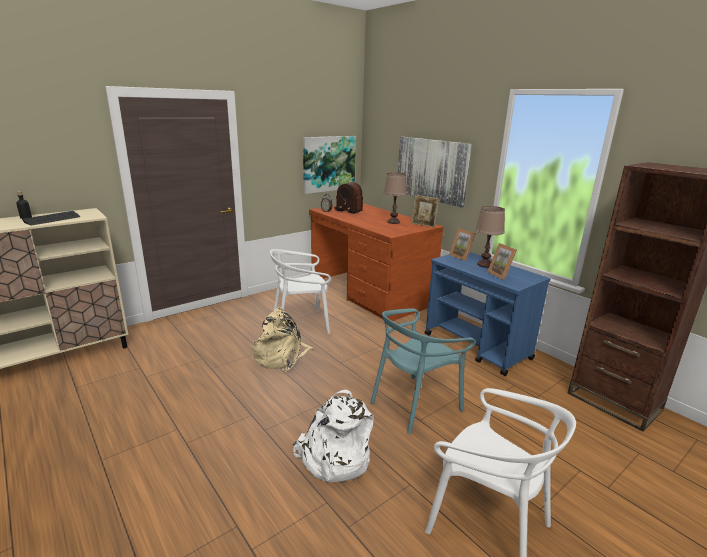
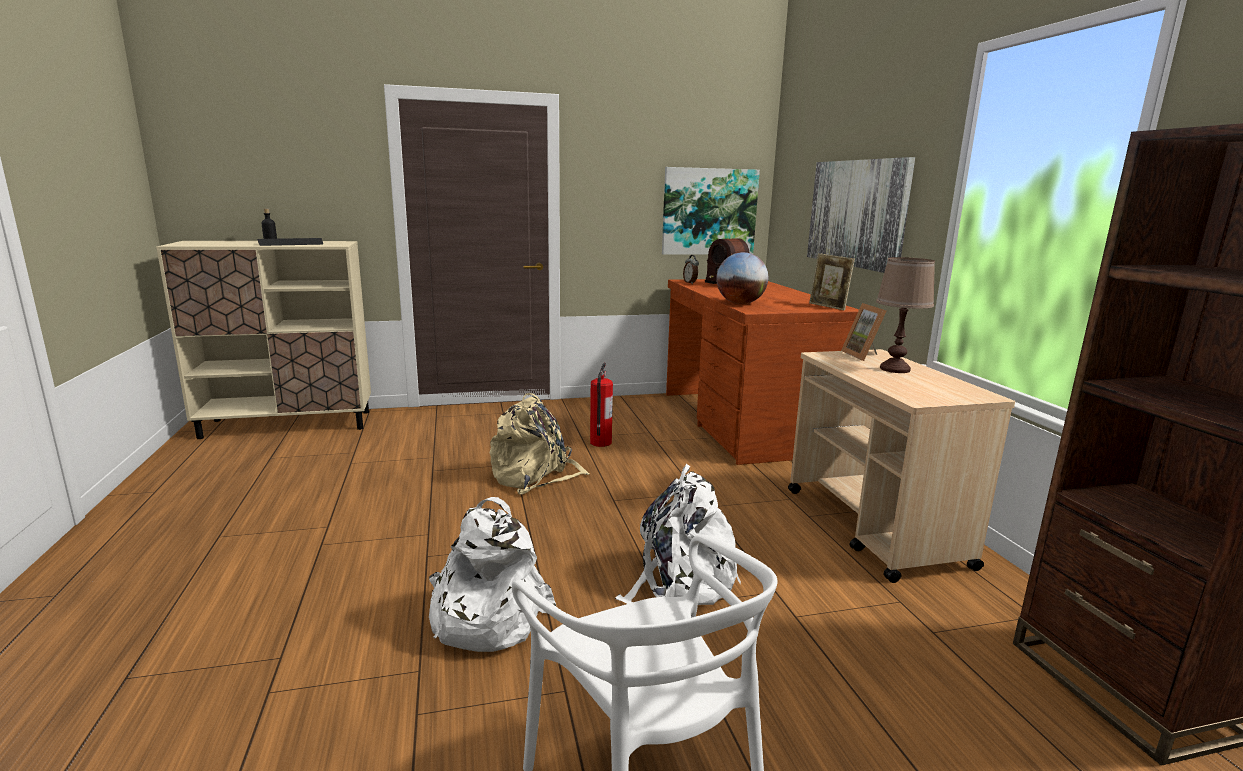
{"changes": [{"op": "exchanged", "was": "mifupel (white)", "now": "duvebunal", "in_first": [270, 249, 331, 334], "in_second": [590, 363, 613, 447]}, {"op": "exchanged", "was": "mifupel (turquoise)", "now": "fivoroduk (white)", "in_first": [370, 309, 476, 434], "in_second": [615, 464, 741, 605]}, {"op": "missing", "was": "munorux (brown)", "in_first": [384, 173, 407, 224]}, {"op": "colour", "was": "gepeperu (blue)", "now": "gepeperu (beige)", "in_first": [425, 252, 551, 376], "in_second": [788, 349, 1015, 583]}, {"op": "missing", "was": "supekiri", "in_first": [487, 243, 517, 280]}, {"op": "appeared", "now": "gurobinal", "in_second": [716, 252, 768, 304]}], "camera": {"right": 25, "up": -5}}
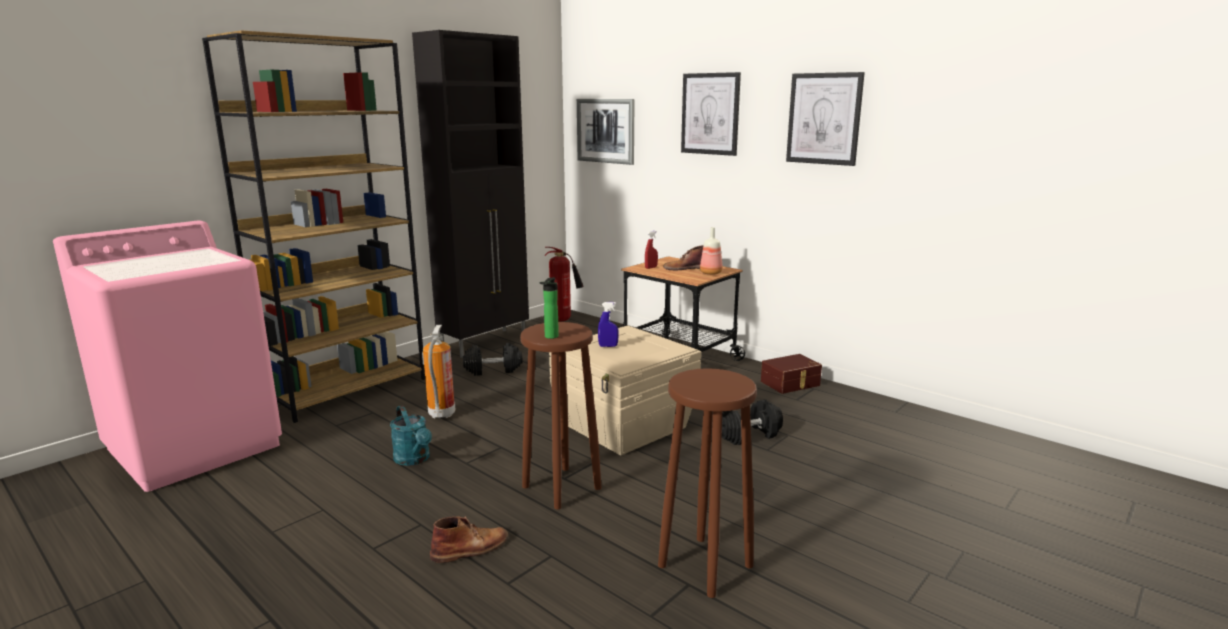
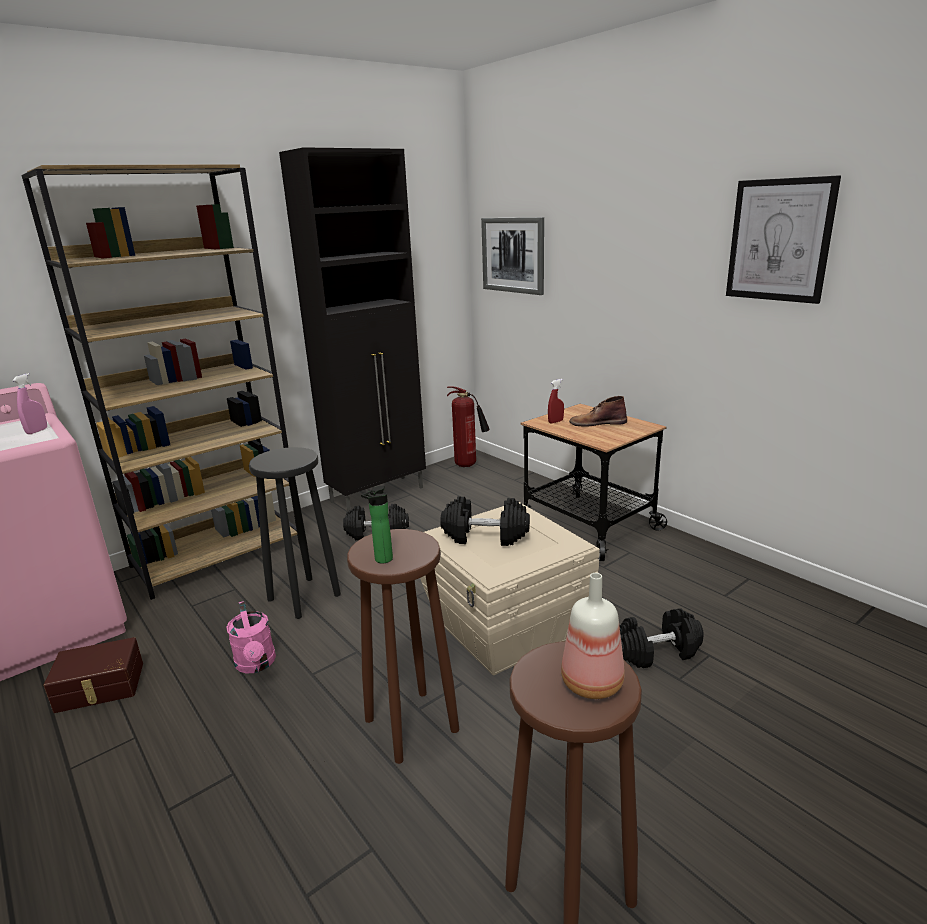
{"changes": [{"op": "colour", "was": "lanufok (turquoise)", "now": "lanufok (pink)", "in_first": [390, 405, 432, 466], "in_second": [226, 601, 276, 673]}, {"op": "exchanged", "was": "duvebunal", "now": "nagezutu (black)", "in_first": [422, 325, 455, 418], "in_second": [249, 447, 341, 619]}, {"op": "missing", "was": "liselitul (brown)", "in_first": [430, 516, 509, 563]}, {"op": "exchanged", "was": "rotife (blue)", "now": "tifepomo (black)", "in_first": [598, 302, 619, 347], "in_second": [440, 496, 530, 546]}, {"op": "missing", "was": "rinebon", "in_first": [681, 72, 741, 156]}, {"op": "relocated", "was": "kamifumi", "in_first": [700, 227, 723, 275], "in_second": [561, 573, 625, 699]}, {"op": "relocated", "was": "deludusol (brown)", "in_first": [761, 354, 822, 394], "in_second": [43, 637, 143, 713]}, {"op": "appeared", "now": "rotife (pink)", "in_second": [12, 373, 47, 434]}], "camera": {"right": 10, "up": 5}}
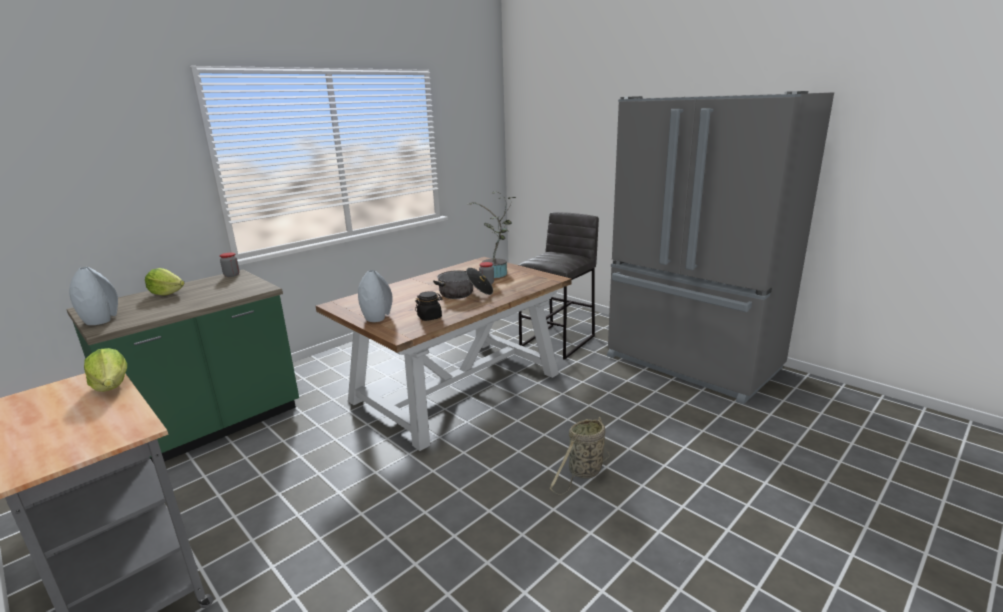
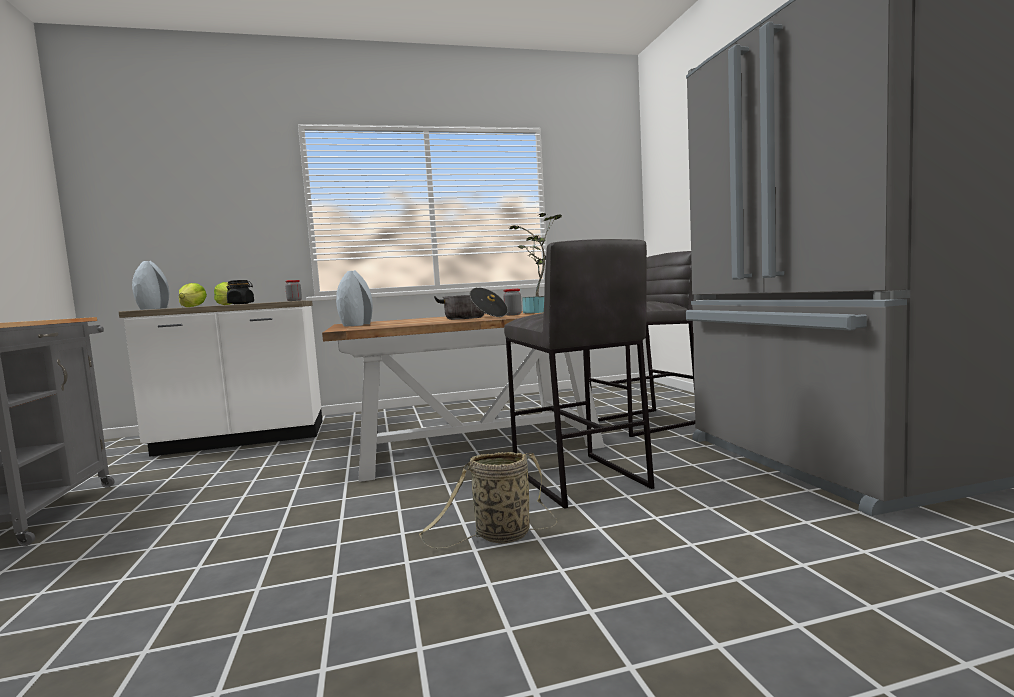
{"changes": [{"op": "colour", "was": "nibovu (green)", "now": "nibovu (white)", "in_first": [66, 270, 299, 464], "in_second": [119, 301, 322, 457]}, {"op": "relocated", "was": "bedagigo", "in_first": [84, 348, 127, 392], "in_second": [179, 283, 207, 307]}, {"op": "relocated", "was": "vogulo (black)", "in_first": [415, 291, 442, 321], "in_second": [227, 280, 254, 304]}, {"op": "appeared", "now": "nagezutu (grey)", "in_second": [504, 239, 654, 509]}], "camera": {"right": 30, "up": -15}}
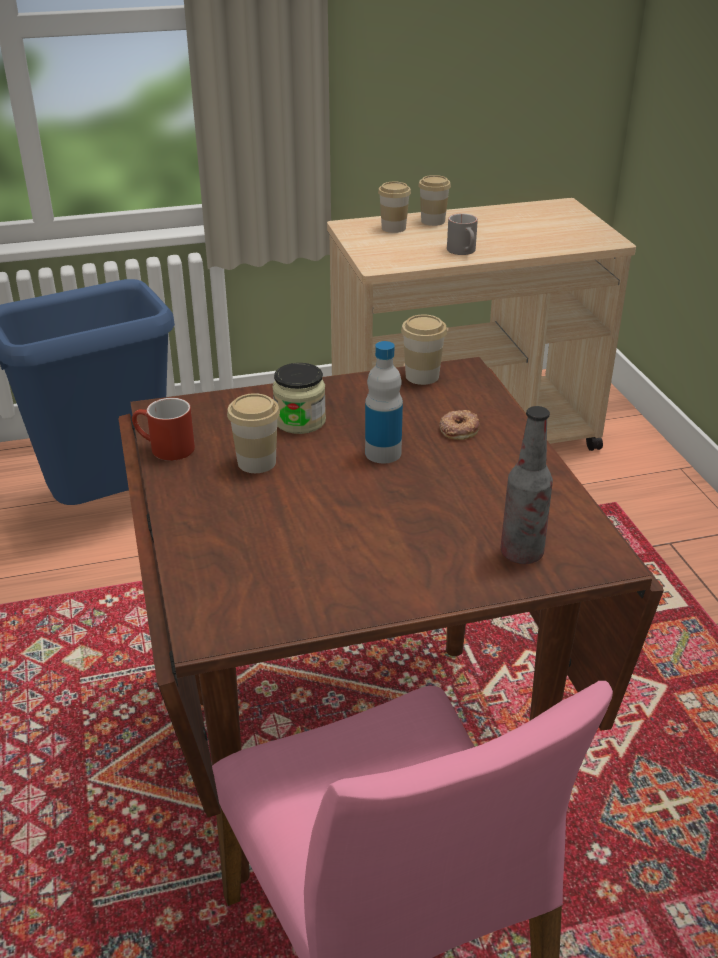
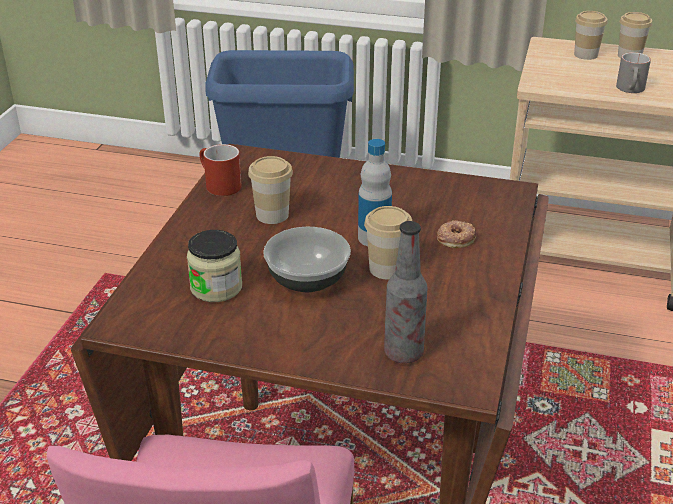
{"changes": [{"op": "relocated", "was": "vogulo", "in_first": [272, 363, 326, 434], "in_second": [187, 230, 242, 302]}, {"op": "relocated", "was": "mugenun", "in_first": [401, 314, 447, 385], "in_second": [364, 206, 412, 279]}, {"op": "appeared", "now": "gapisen", "in_second": [263, 227, 351, 292]}], "camera": {"right": 30, "up": 0}}
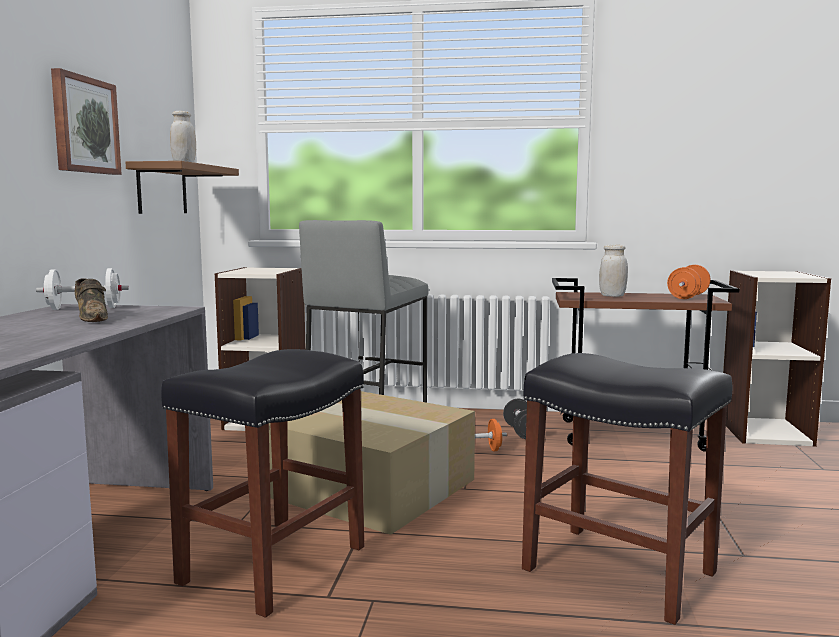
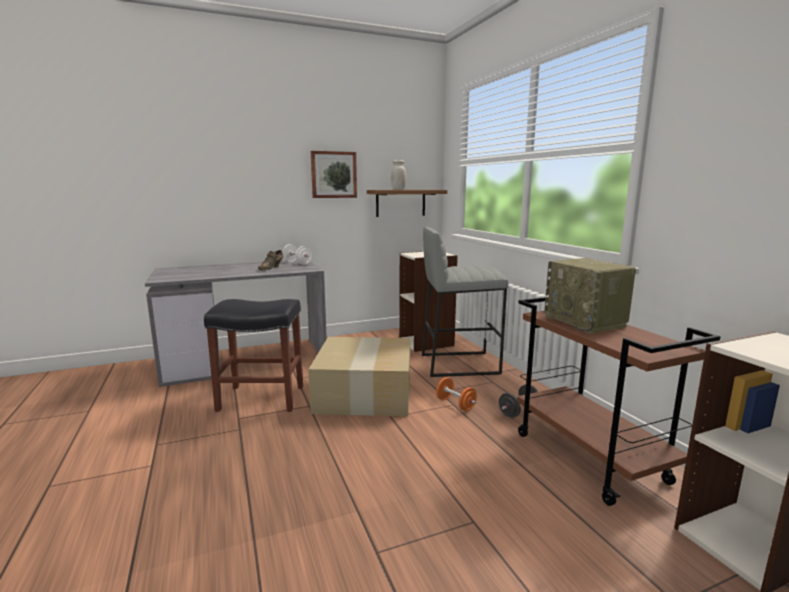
{"changes": [{"op": "missing", "was": "nagezutu (black)", "in_first": [522, 353, 732, 625]}, {"op": "exchanged", "was": "vogulo (white)", "now": "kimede", "in_first": [599, 245, 628, 297], "in_second": [544, 258, 636, 334]}, {"op": "missing", "was": "tifepomo (orange)", "in_first": [667, 265, 711, 299]}], "camera": {"right": 60, "up": 5}}
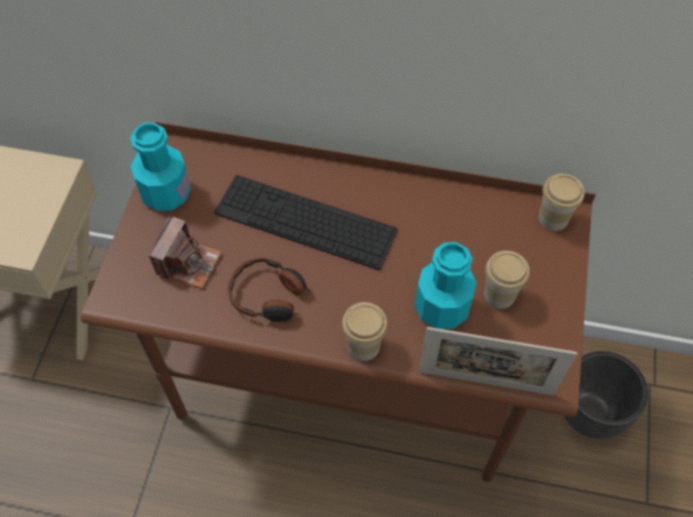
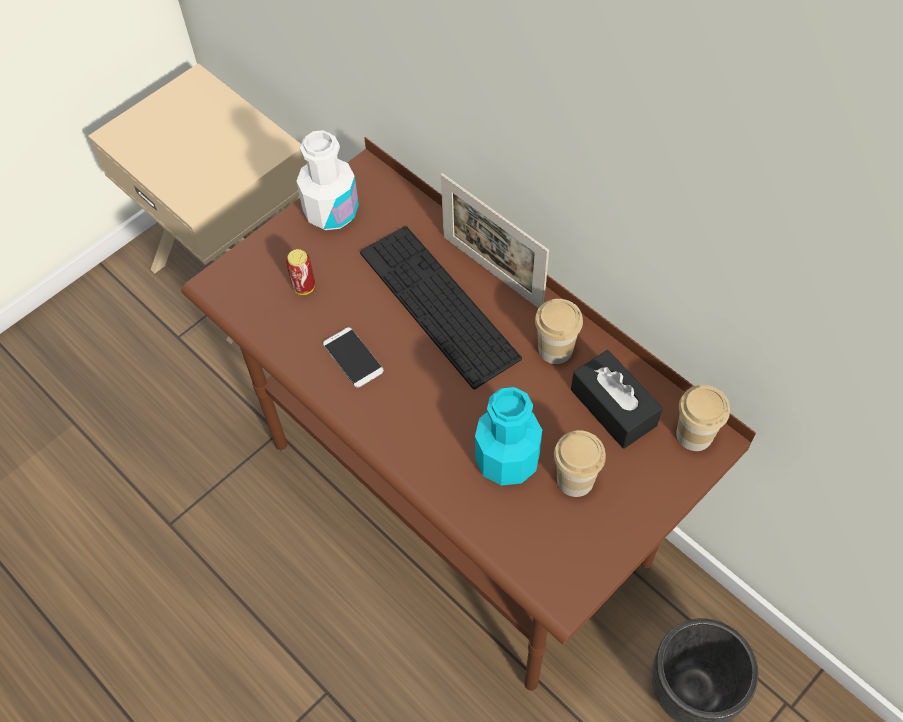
{"changes": [{"op": "colour", "was": "kamifumi (turquoise)", "now": "kamifumi (white)", "in_first": [130, 123, 191, 211], "in_second": [296, 130, 359, 230]}, {"op": "exchanged", "was": "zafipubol", "now": "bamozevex", "in_first": [149, 216, 222, 289], "in_second": [286, 249, 315, 295]}, {"op": "exchanged", "was": "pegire", "now": "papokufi", "in_first": [228, 258, 311, 322], "in_second": [323, 327, 384, 388]}, {"op": "relocated", "was": "mugenun", "in_first": [342, 302, 387, 361], "in_second": [535, 299, 583, 364]}, {"op": "relocated", "was": "supekiri", "in_first": [419, 327, 577, 396], "in_second": [441, 173, 549, 308]}, {"op": "appeared", "now": "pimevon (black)", "in_second": [571, 350, 662, 449]}], "camera": {"right": 35, "up": 0}}
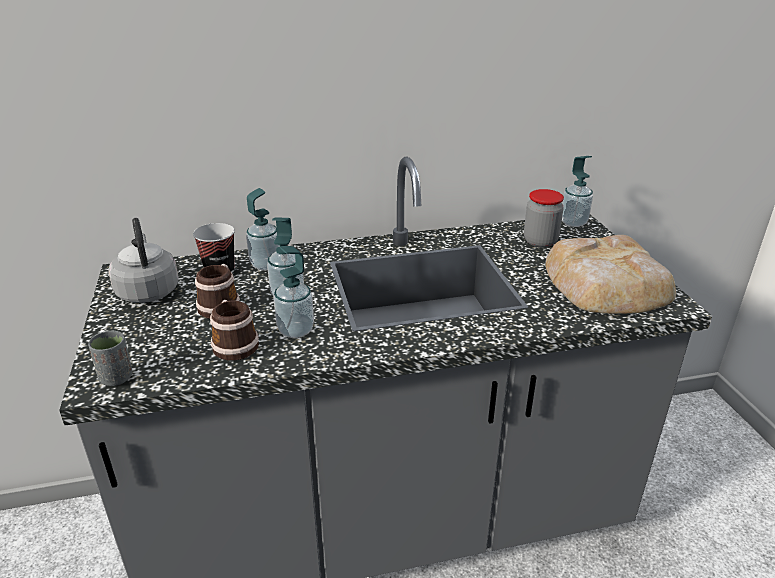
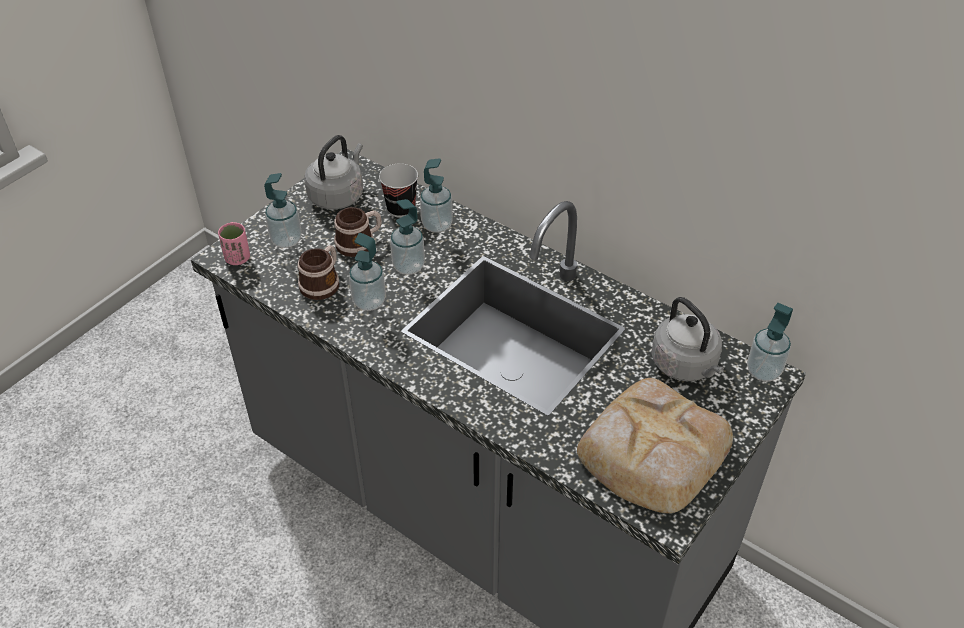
{"changes": [{"op": "colour", "was": "mugenun (grey)", "now": "mugenun (pink)", "in_first": [88, 331, 132, 386], "in_second": [218, 222, 250, 265]}, {"op": "exchanged", "was": "vogulo", "now": "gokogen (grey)", "in_first": [524, 189, 564, 248], "in_second": [651, 297, 724, 381]}, {"op": "appeared", "now": "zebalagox", "in_second": [264, 173, 302, 248]}], "camera": {"right": 50, "up": 15}}
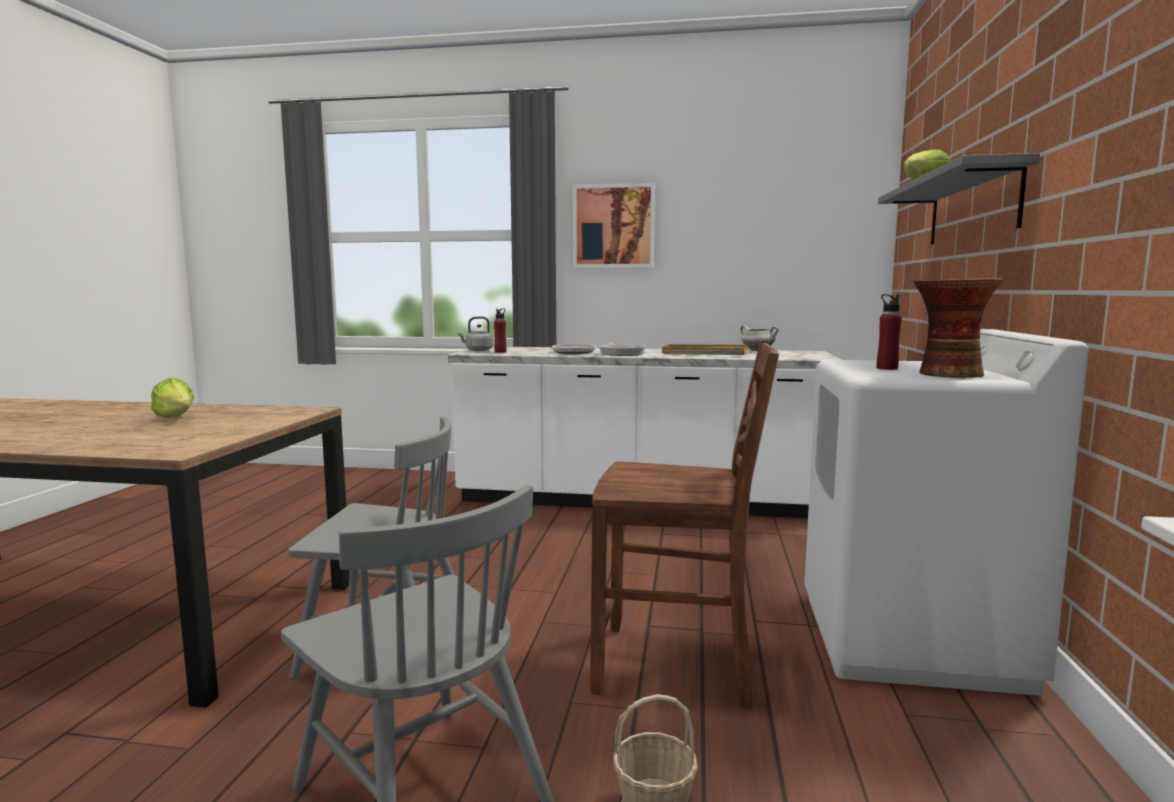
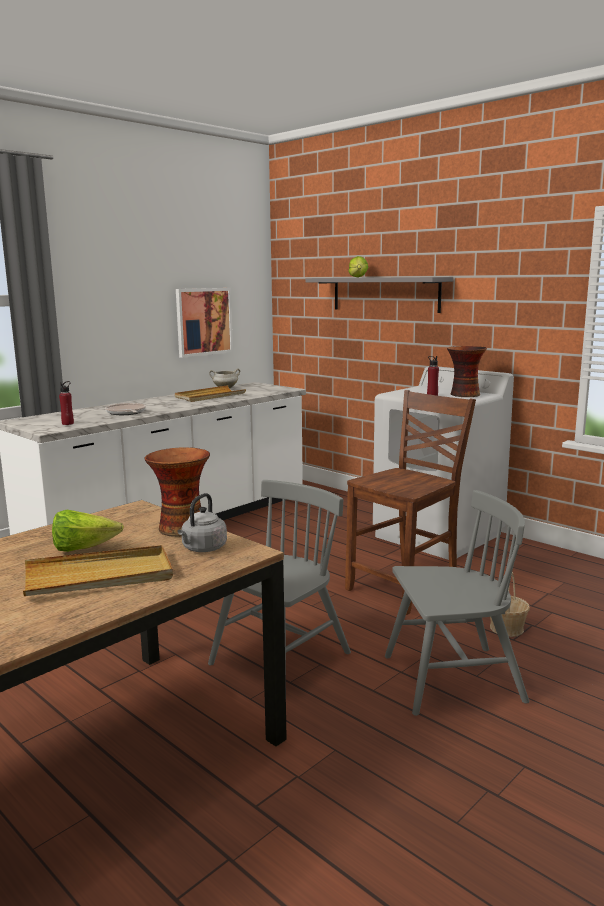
{"changes": [{"op": "relocated", "was": "gokogen (grey)", "in_first": [458, 316, 493, 351], "in_second": [177, 493, 227, 552]}, {"op": "relocated", "was": "rinebon", "in_first": [573, 183, 655, 268], "in_second": [176, 288, 233, 358]}, {"op": "missing", "was": "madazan", "in_first": [599, 343, 646, 356]}, {"op": "appeared", "now": "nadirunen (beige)", "in_second": [23, 545, 173, 596]}, {"op": "appeared", "now": "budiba", "in_second": [144, 447, 210, 537]}], "camera": {"right": -55, "up": 5}}
